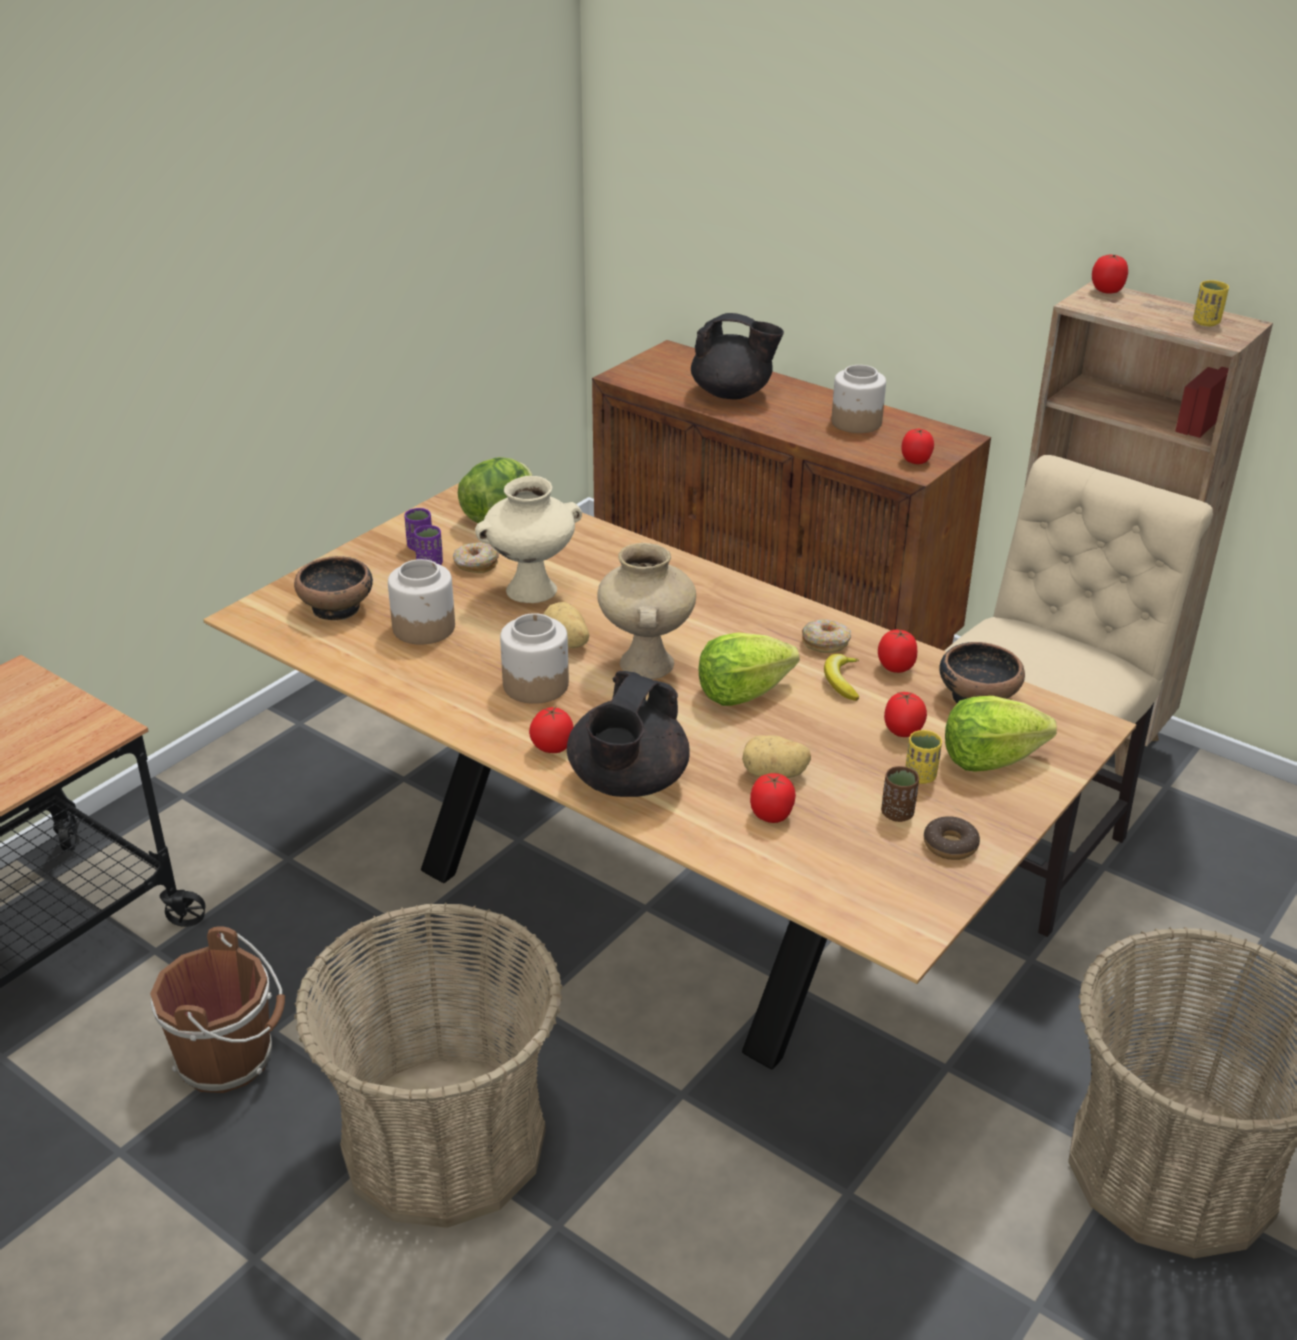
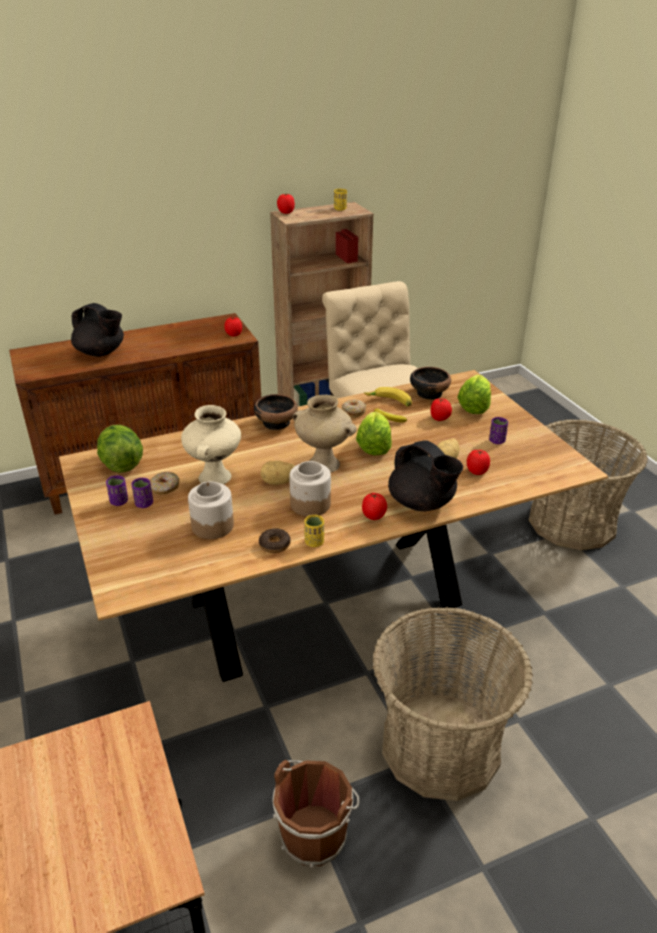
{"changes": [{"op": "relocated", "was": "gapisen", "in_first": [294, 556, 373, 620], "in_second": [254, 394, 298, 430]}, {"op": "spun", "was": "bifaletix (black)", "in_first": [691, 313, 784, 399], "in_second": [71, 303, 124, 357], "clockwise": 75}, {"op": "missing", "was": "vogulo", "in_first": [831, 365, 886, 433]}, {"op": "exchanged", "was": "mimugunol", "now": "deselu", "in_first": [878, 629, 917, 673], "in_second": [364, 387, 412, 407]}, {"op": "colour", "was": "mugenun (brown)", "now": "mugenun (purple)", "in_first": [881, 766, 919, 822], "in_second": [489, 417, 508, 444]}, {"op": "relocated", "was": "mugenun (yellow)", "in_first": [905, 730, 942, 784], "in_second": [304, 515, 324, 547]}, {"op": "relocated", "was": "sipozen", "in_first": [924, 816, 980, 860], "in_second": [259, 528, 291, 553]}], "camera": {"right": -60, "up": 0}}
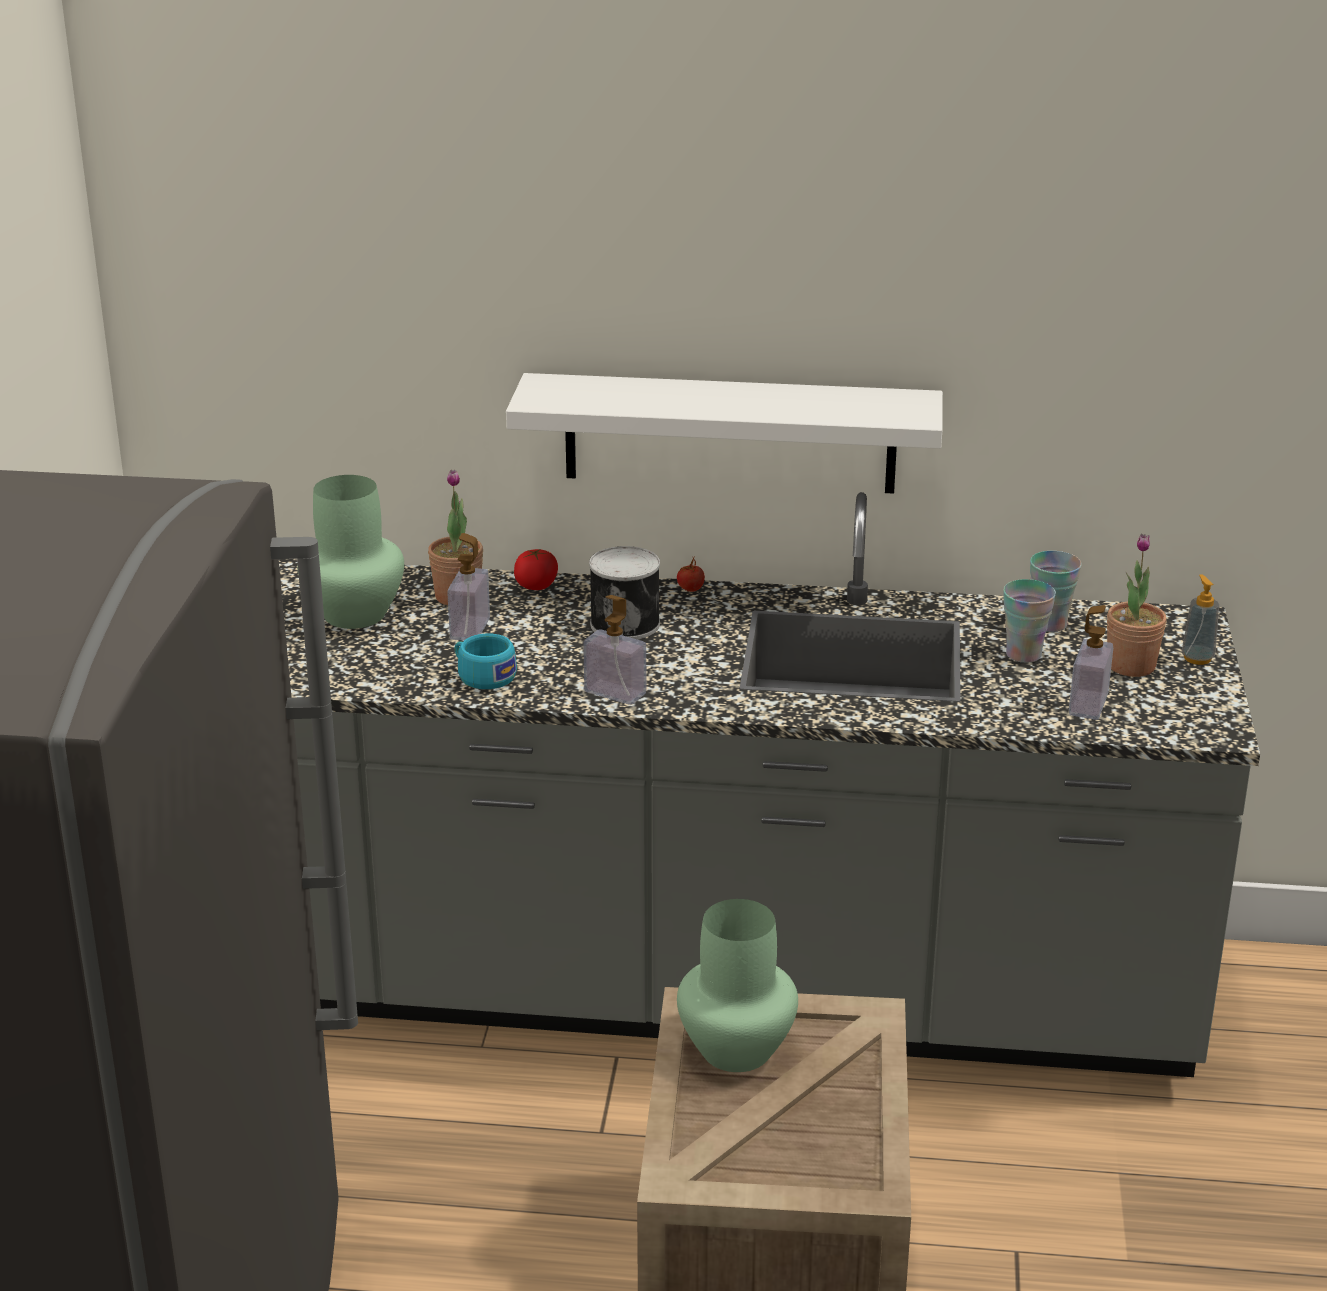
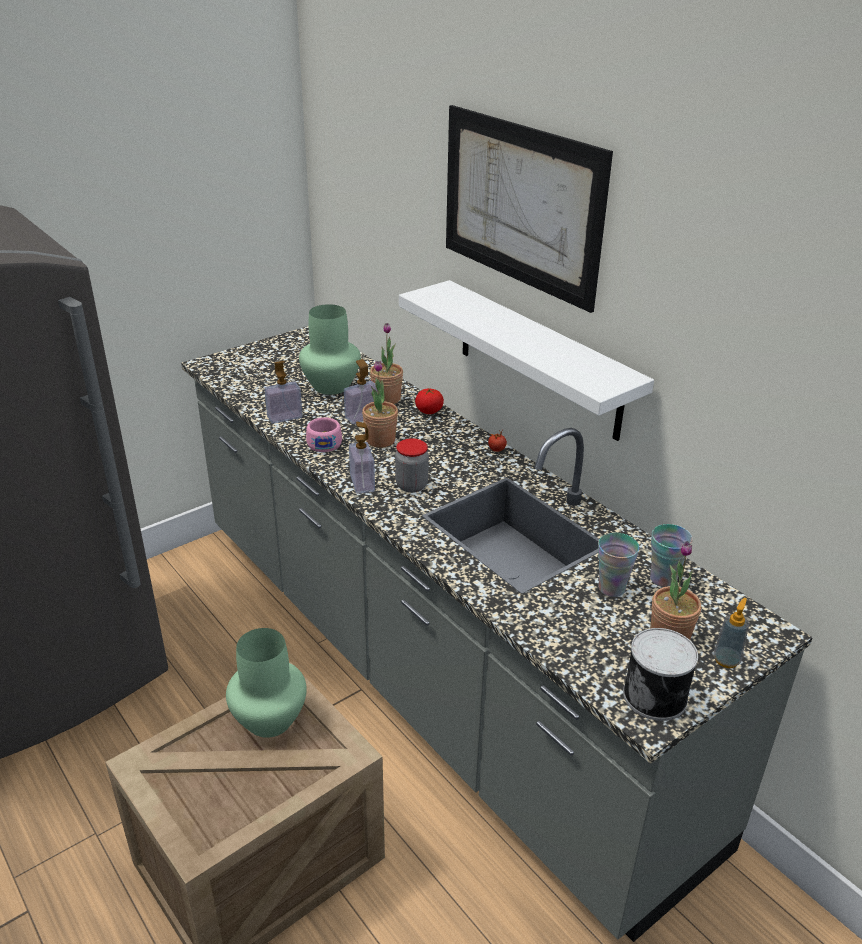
{"changes": [{"op": "colour", "was": "mugenun (turquoise)", "now": "mugenun (pink)", "in_first": [455, 633, 517, 689], "in_second": [306, 417, 342, 452]}, {"op": "relocated", "was": "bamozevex", "in_first": [589, 546, 660, 640], "in_second": [623, 628, 698, 721]}, {"op": "relocated", "was": "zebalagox", "in_first": [1069, 605, 1113, 720], "in_second": [264, 361, 302, 424]}, {"op": "appeared", "now": "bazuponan", "in_second": [362, 361, 398, 448]}, {"op": "appeared", "now": "vogulo", "in_second": [395, 438, 429, 493]}, {"op": "appeared", "now": "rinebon", "in_second": [446, 105, 613, 313]}], "camera": {"right": 45, "up": 5}}
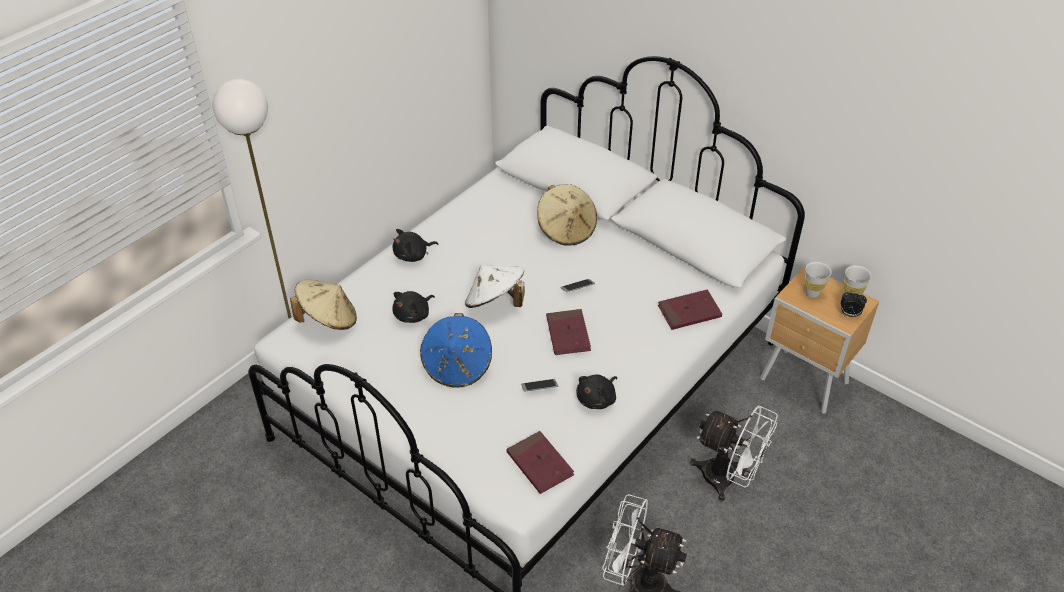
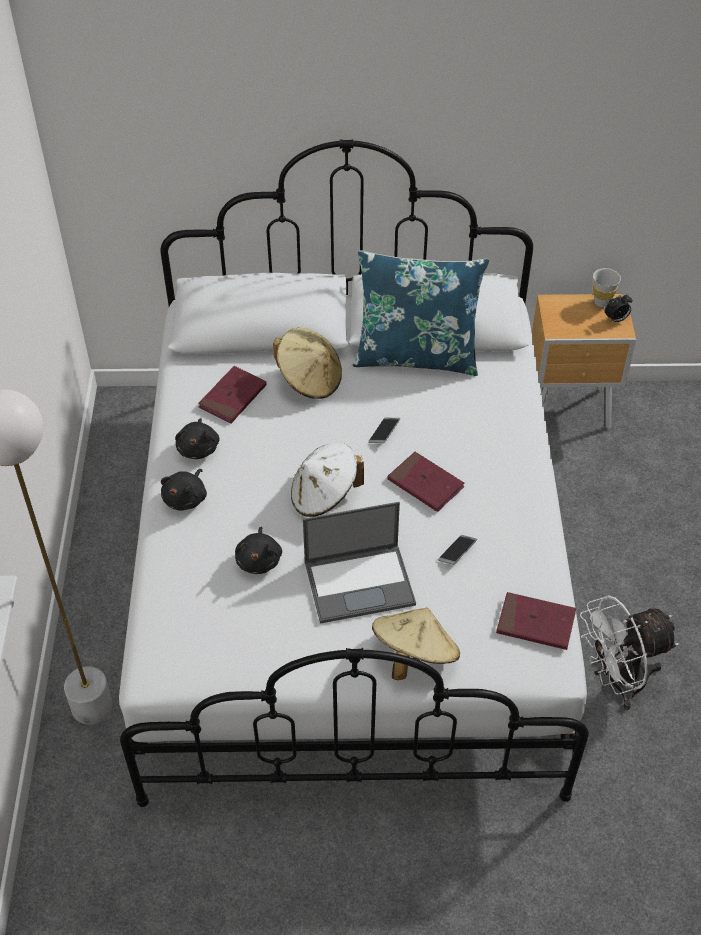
{"changes": [{"op": "relocated", "was": "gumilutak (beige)", "in_first": [290, 279, 357, 330], "in_second": [372, 608, 460, 680]}, {"op": "exchanged", "was": "gumilutak (blue)", "now": "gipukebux", "in_first": [420, 313, 492, 388], "in_second": [303, 502, 416, 624]}, {"op": "relocated", "was": "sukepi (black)", "in_first": [576, 374, 617, 409], "in_second": [175, 418, 219, 459]}, {"op": "relocated", "was": "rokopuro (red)", "in_first": [658, 290, 722, 330], "in_second": [198, 366, 267, 423]}, {"op": "missing", "was": "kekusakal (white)", "in_first": [690, 406, 778, 501]}, {"op": "missing", "was": "mugenun (white)", "in_first": [805, 262, 832, 298]}, {"op": "appeared", "now": "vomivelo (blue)", "in_second": [353, 250, 489, 376]}], "camera": {"right": -40, "up": 5}}
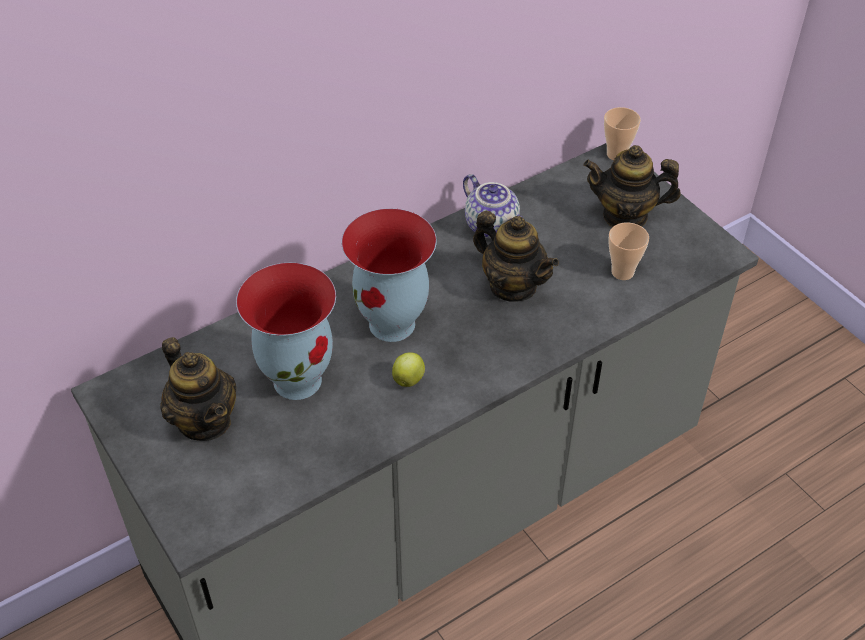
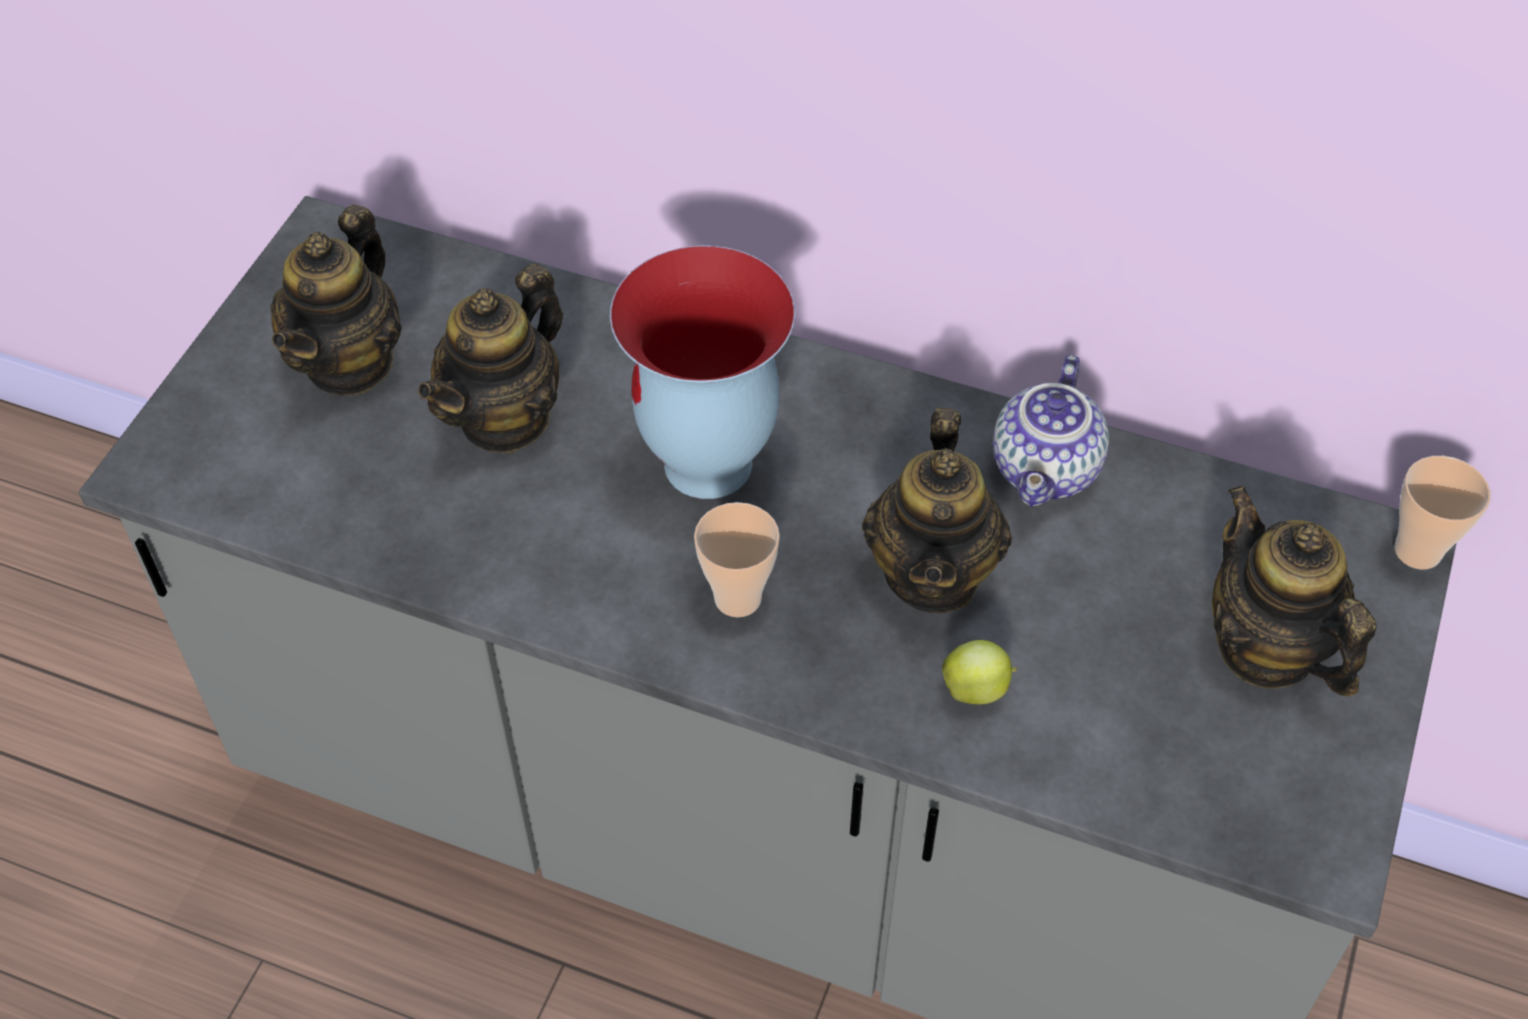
{"changes": [{"op": "exchanged", "was": "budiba", "now": "bifaletix", "in_first": [236, 263, 336, 400], "in_second": [418, 264, 563, 453]}, {"op": "relocated", "was": "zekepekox", "in_first": [392, 352, 425, 387], "in_second": [942, 640, 1017, 704]}, {"op": "relocated", "was": "mugenun", "in_first": [608, 222, 649, 280], "in_second": [694, 502, 780, 617]}], "camera": {"right": 55, "up": 5}}
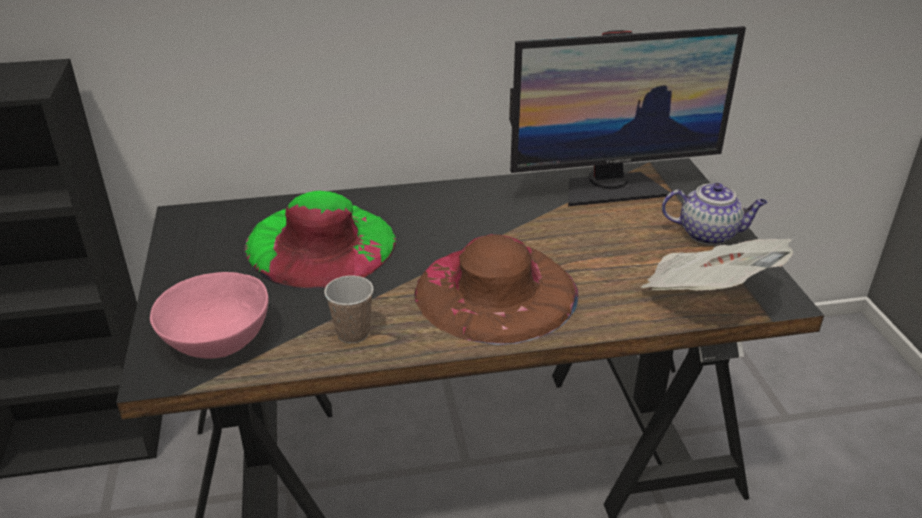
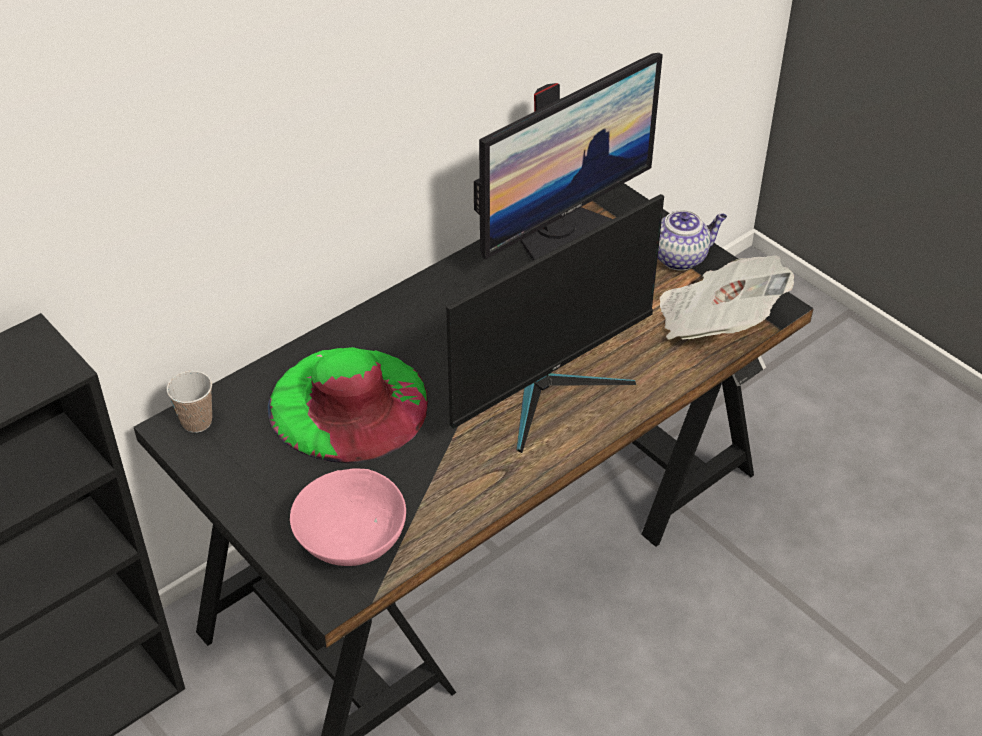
{"changes": [{"op": "relocated", "was": "mugenun", "in_first": [324, 276, 374, 343], "in_second": [167, 371, 212, 433]}, {"op": "exchanged", "was": "gumilutak (brown)", "now": "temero", "in_first": [415, 234, 578, 345], "in_second": [446, 194, 664, 453]}], "camera": {"right": -30, "up": 10}}
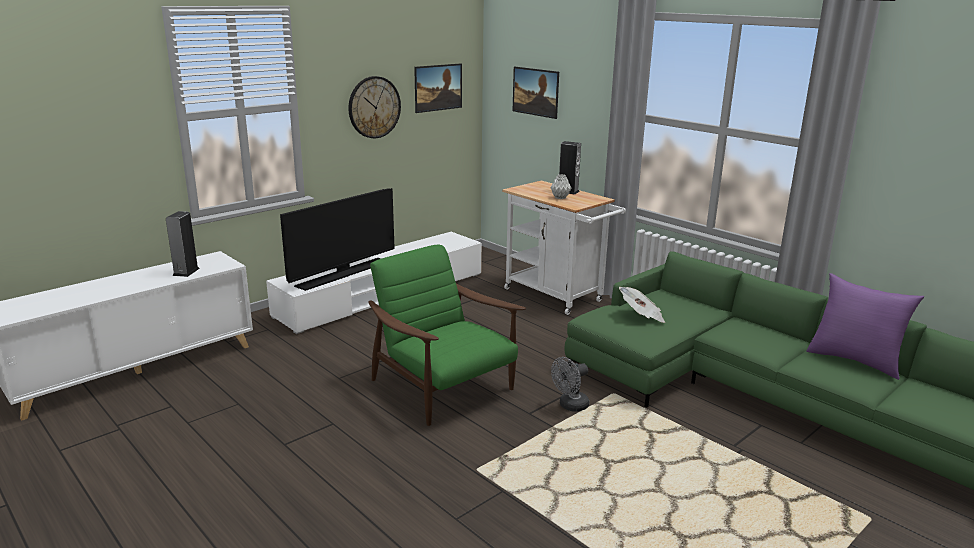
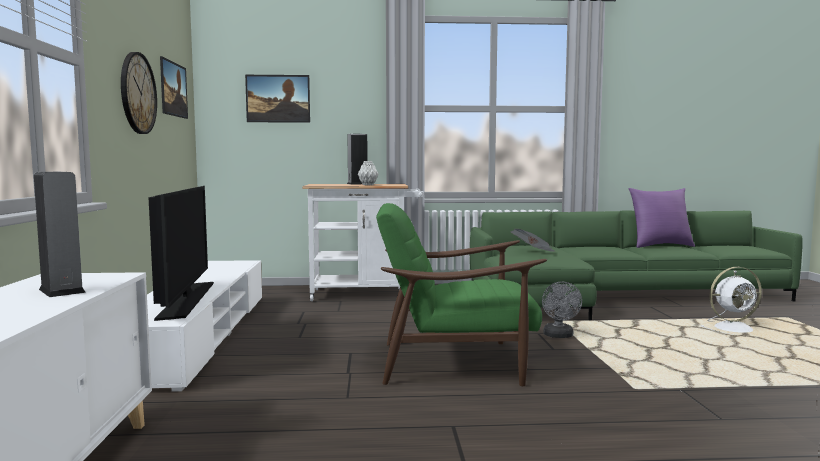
{"changes": [{"op": "appeared", "now": "kekusakal (white)", "in_second": [701, 267, 762, 335]}], "camera": {"right": -50, "up": -15}}
